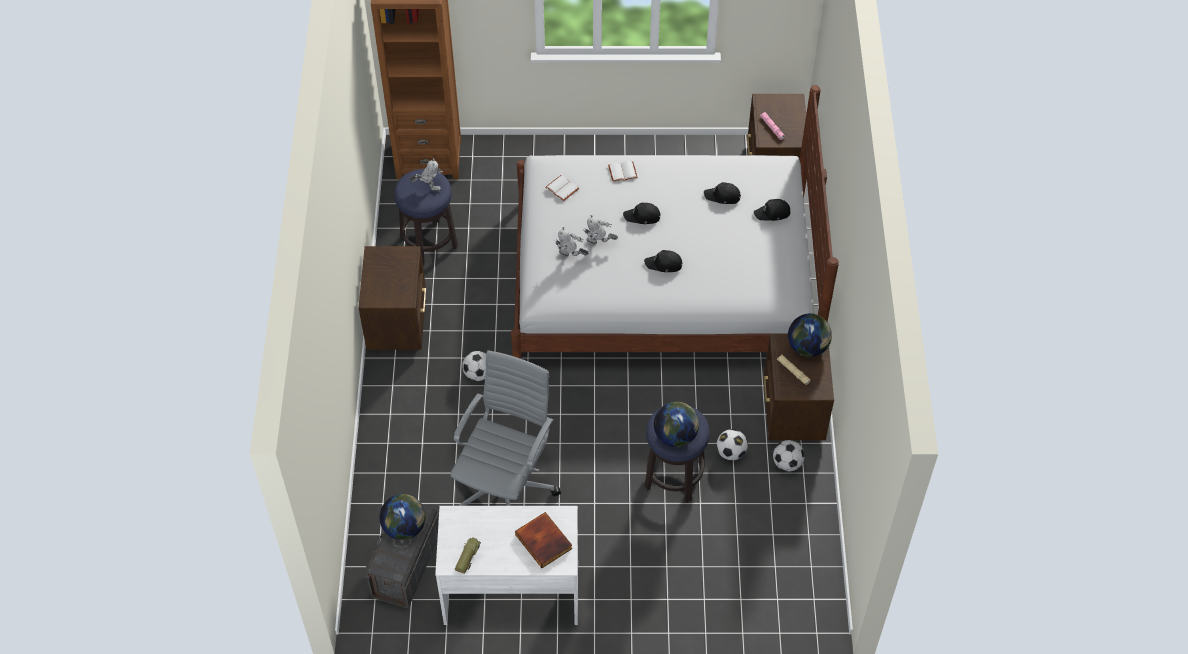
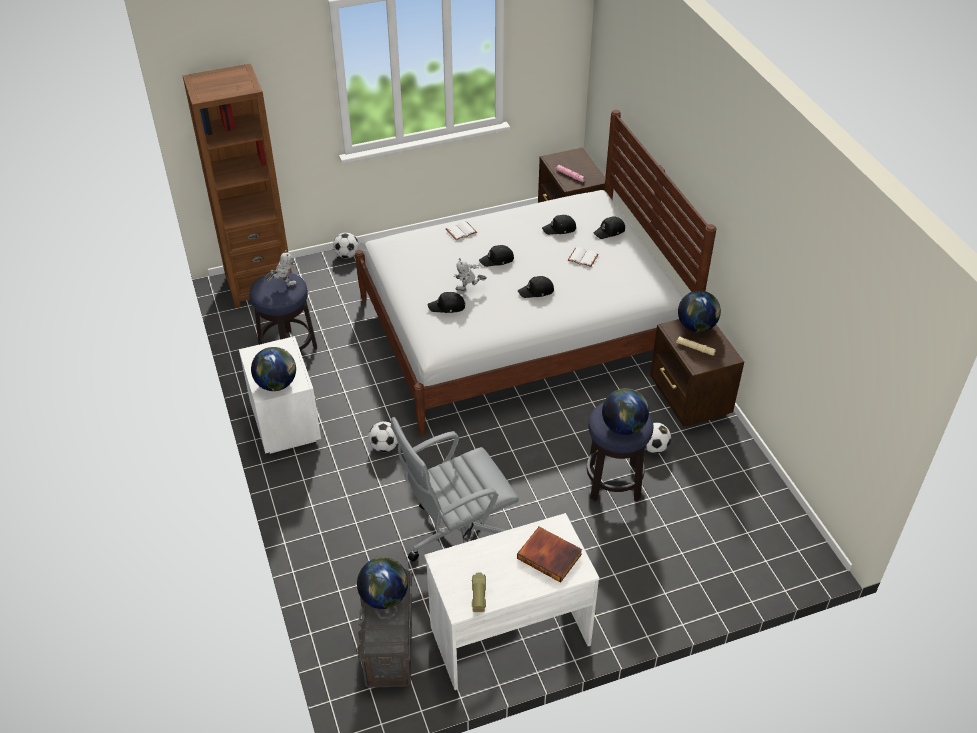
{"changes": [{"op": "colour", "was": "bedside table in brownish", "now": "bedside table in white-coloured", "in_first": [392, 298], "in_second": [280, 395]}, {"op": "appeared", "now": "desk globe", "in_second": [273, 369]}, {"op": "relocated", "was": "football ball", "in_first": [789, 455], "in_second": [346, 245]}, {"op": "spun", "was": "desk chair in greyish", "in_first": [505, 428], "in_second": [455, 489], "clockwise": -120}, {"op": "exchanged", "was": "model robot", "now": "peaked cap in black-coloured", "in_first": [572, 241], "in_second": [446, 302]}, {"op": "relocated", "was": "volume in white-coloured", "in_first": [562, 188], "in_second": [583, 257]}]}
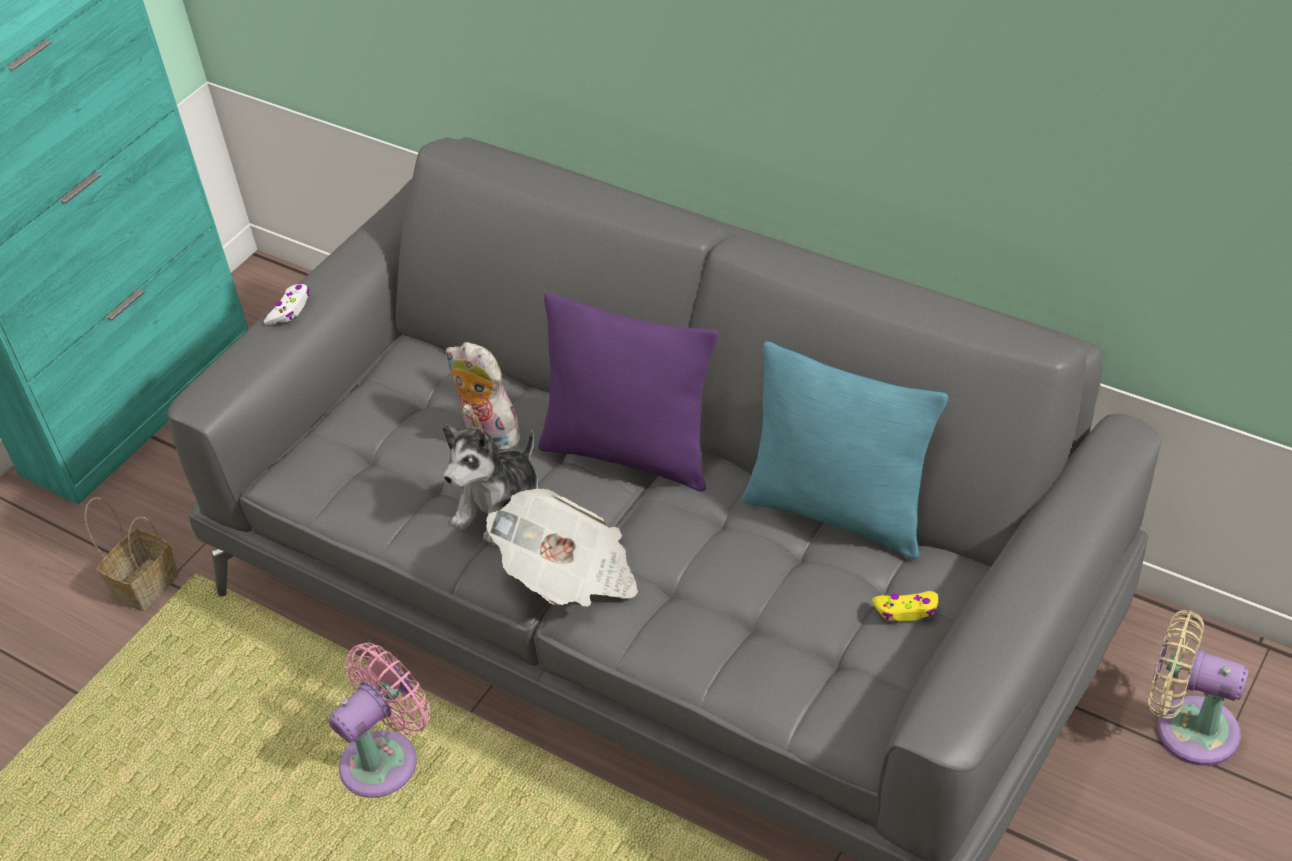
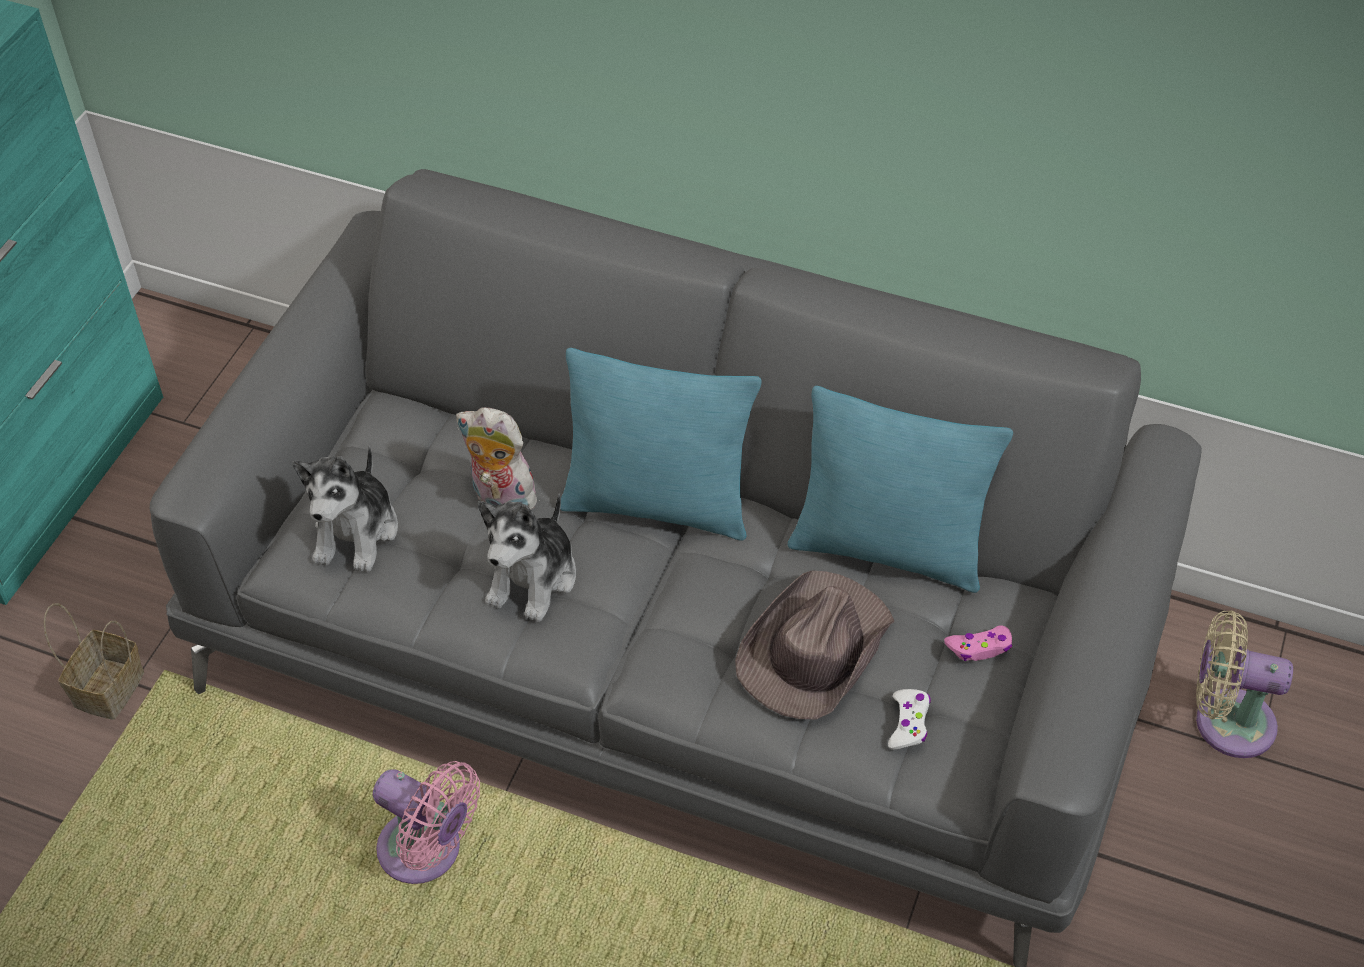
{"changes": [{"op": "appeared", "now": "plush toy", "in_second": [345, 509]}, {"op": "spun", "was": "electric fan in pink", "in_first": [380, 720], "in_second": [426, 822], "clockwise": 90}, {"op": "colour", "was": "throw pillow in purple", "now": "throw pillow in blue-green", "in_first": [628, 392], "in_second": [661, 444]}, {"op": "appeared", "now": "hat in brownish", "in_second": [815, 644]}, {"op": "relocated", "was": "game controller in white-coloured", "in_first": [287, 304], "in_second": [909, 719]}, {"op": "colour", "was": "game controller in yellowish", "now": "game controller in pink", "in_first": [905, 606], "in_second": [978, 643]}, {"op": "missing", "was": "newspaper", "in_first": [562, 548]}]}
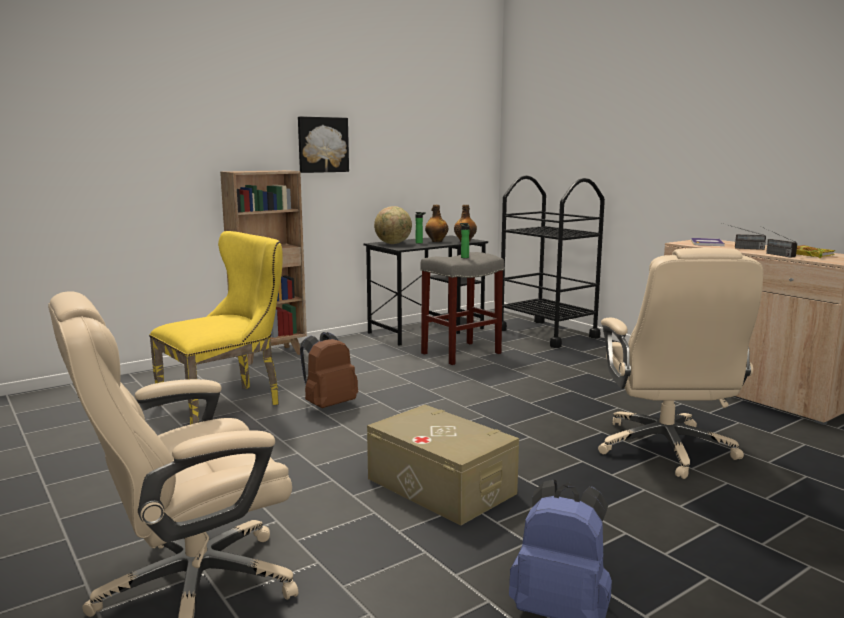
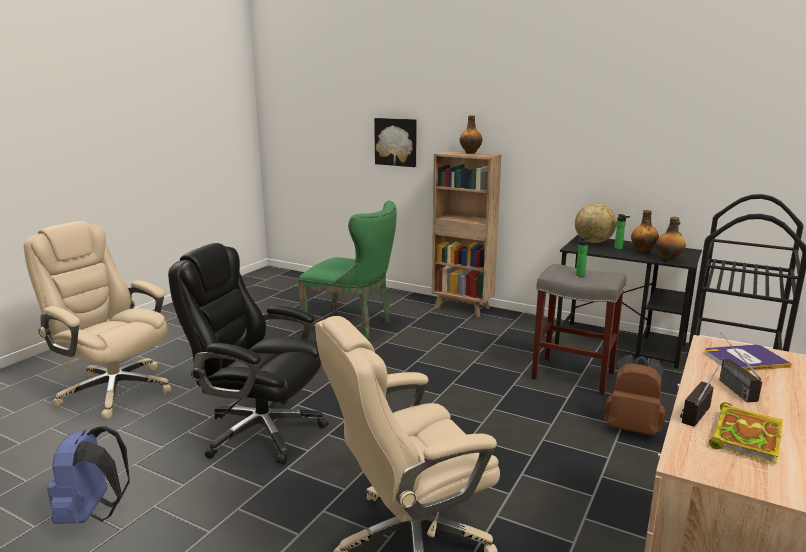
{"changes": [{"op": "exchanged", "was": "storage box in sand-coloured", "now": "desk chair in black-coloured", "in_first": [443, 465], "in_second": [248, 353]}, {"op": "colour", "was": "upright chair in yellowish", "now": "upright chair in green", "in_first": [216, 328], "in_second": [347, 270]}, {"op": "relocated", "was": "wall picture", "in_first": [323, 144], "in_second": [395, 142]}, {"op": "appeared", "now": "beverage bottle", "in_second": [471, 134]}, {"op": "relocated", "was": "rucksack in brownish", "in_first": [329, 370], "in_second": [634, 395]}]}
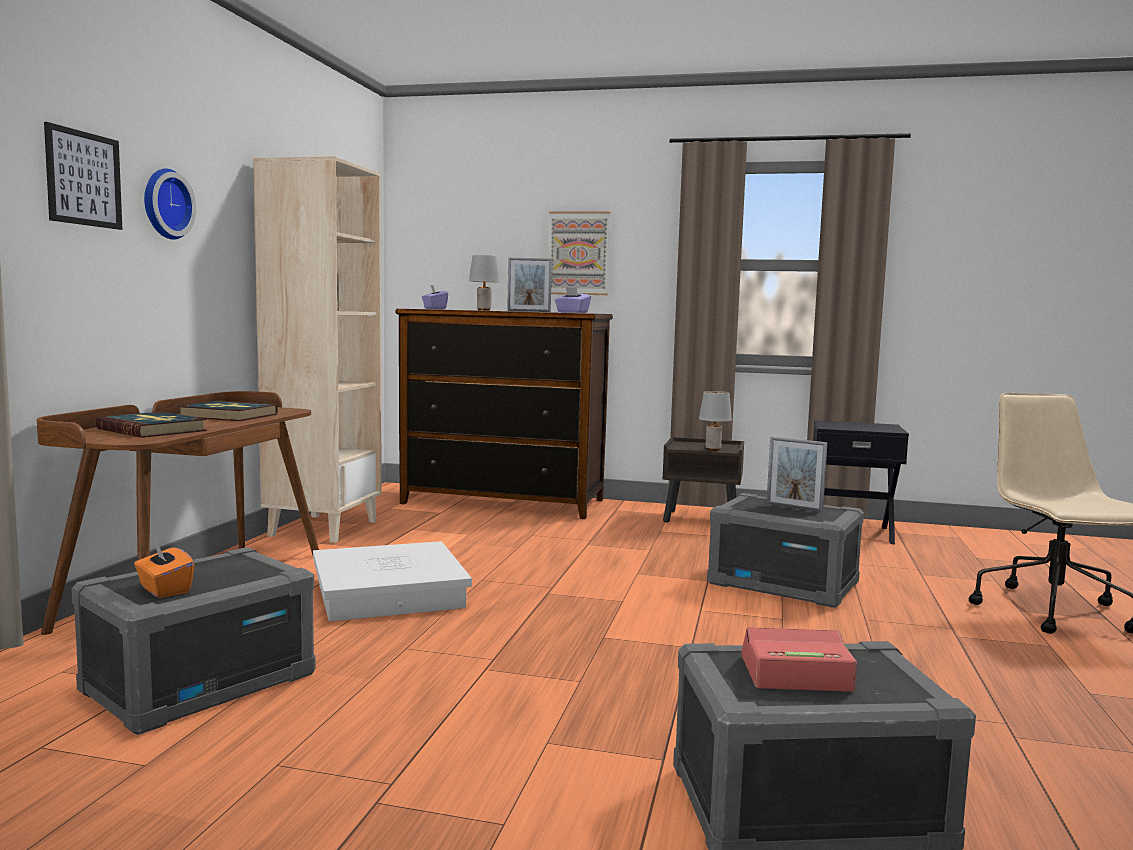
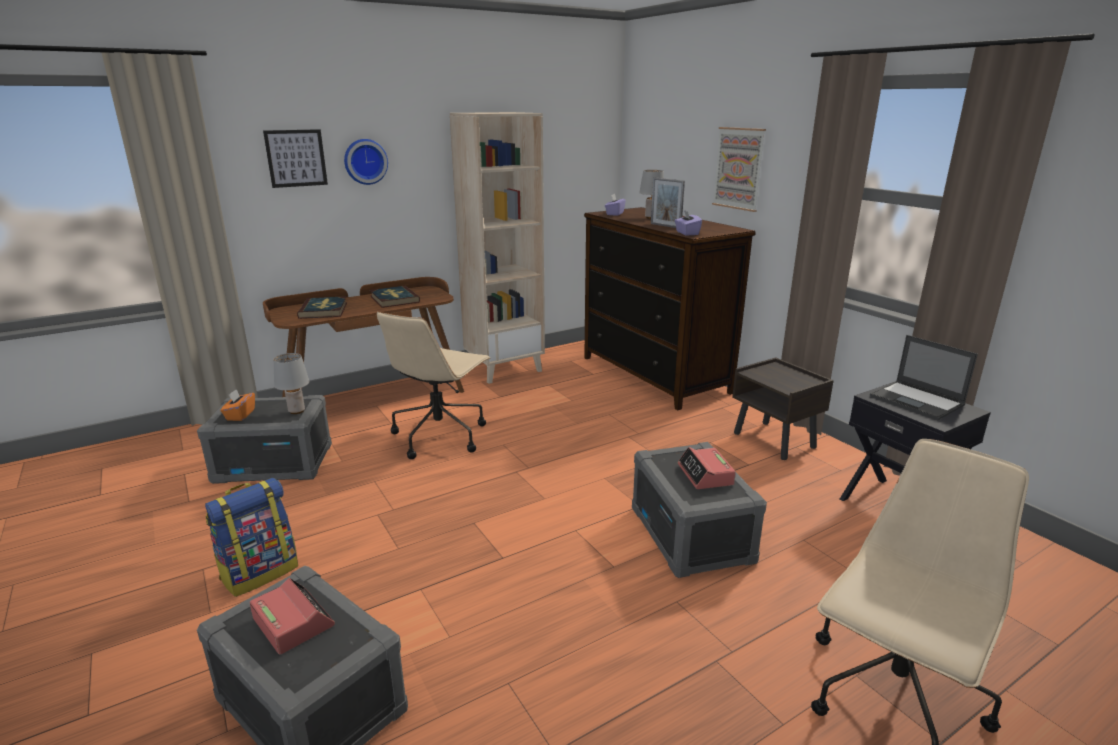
{"changes": [{"op": "appeared", "now": "rucksack", "in_second": [251, 537]}, {"op": "relocated", "was": "tabletop lamp in greyish", "in_first": [715, 421], "in_second": [291, 383]}, {"op": "exchanged", "was": "storage box in white-coloured", "now": "desk chair in sand-coloured", "in_first": [392, 581], "in_second": [434, 385]}, {"op": "exchanged", "was": "picture frame", "now": "alarm clock", "in_first": [797, 474], "in_second": [707, 468]}, {"op": "appeared", "now": "notebook computer", "in_second": [924, 378]}]}
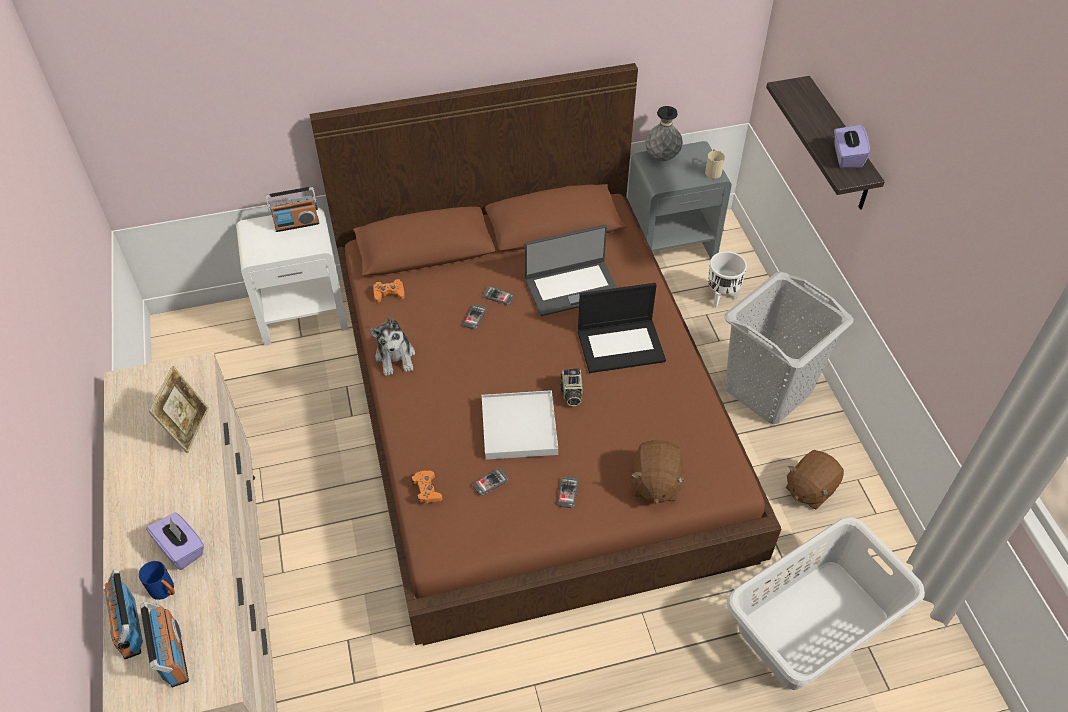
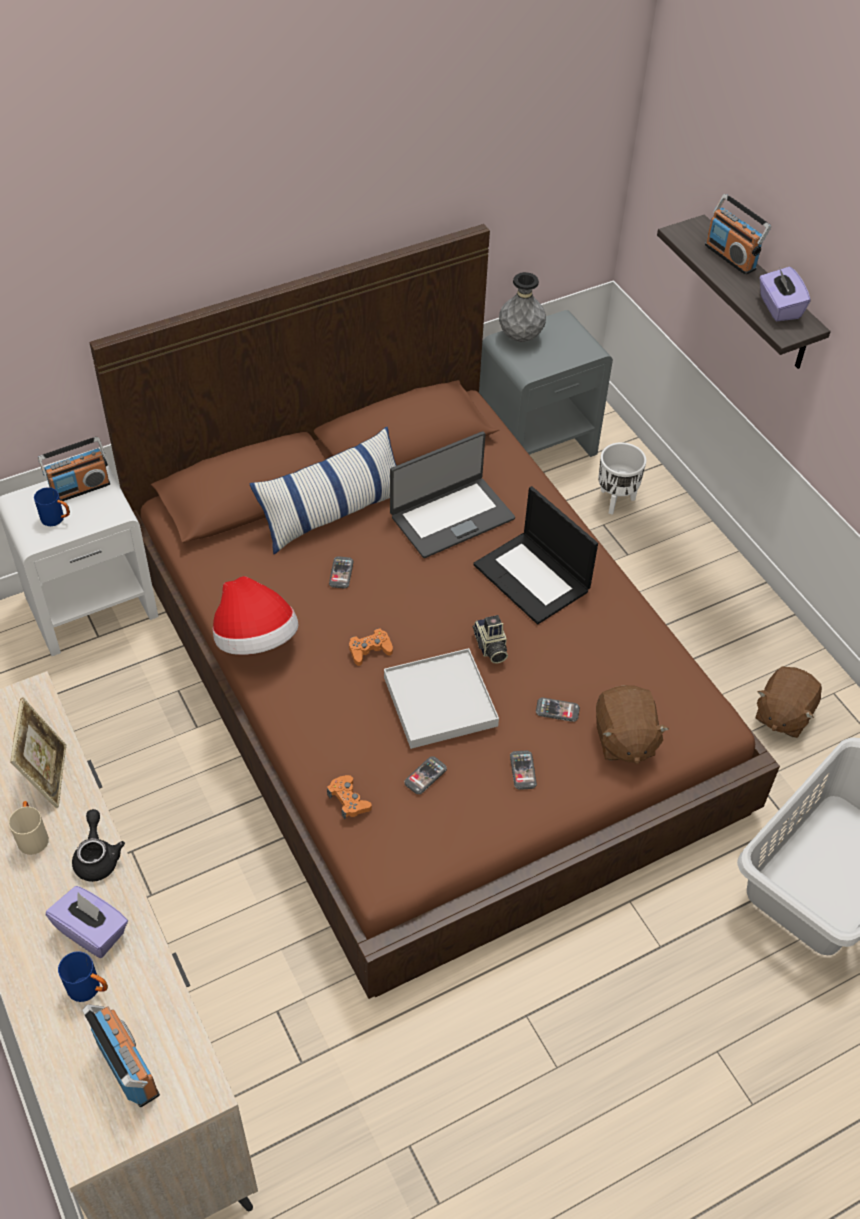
{"changes": [{"op": "relocated", "was": "coffee mug in sand-coloured", "in_first": [715, 164], "in_second": [29, 828]}, {"op": "appeared", "now": "coffee mug in blue", "in_second": [52, 506]}, {"op": "appeared", "now": "pot for tea in black-coloured", "in_second": [98, 845]}, {"op": "exchanged", "was": "plush toy", "now": "hat", "in_first": [392, 346], "in_second": [256, 615]}, {"op": "appeared", "now": "throw pillow", "in_second": [323, 490]}, {"op": "relocated", "was": "game controller in orange-coloured", "in_first": [389, 291], "in_second": [371, 647]}, {"op": "spun", "was": "notebook computer", "in_first": [622, 328], "in_second": [536, 555], "clockwise": 75}, {"op": "relocated", "was": "phone", "in_first": [498, 295], "in_second": [558, 709]}, {"op": "relocated", "was": "radio", "in_first": [124, 614], "in_second": [738, 234]}, {"op": "missing", "was": "laundry basket in greyish", "in_first": [789, 348]}]}
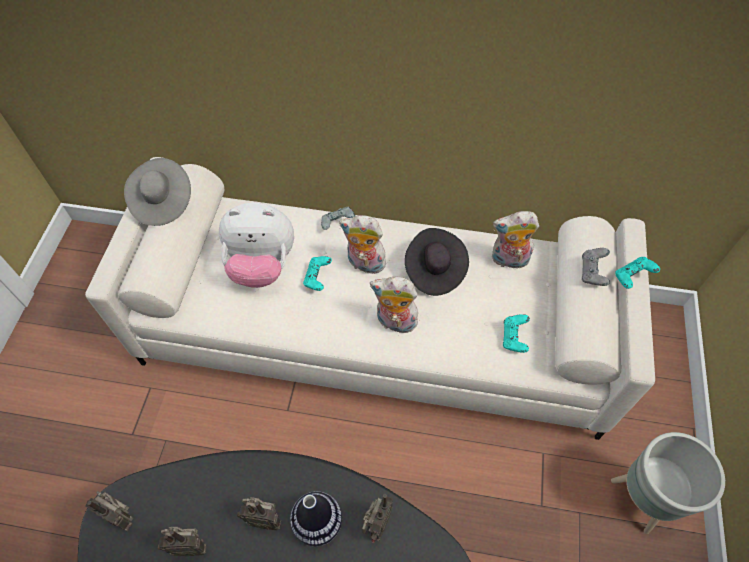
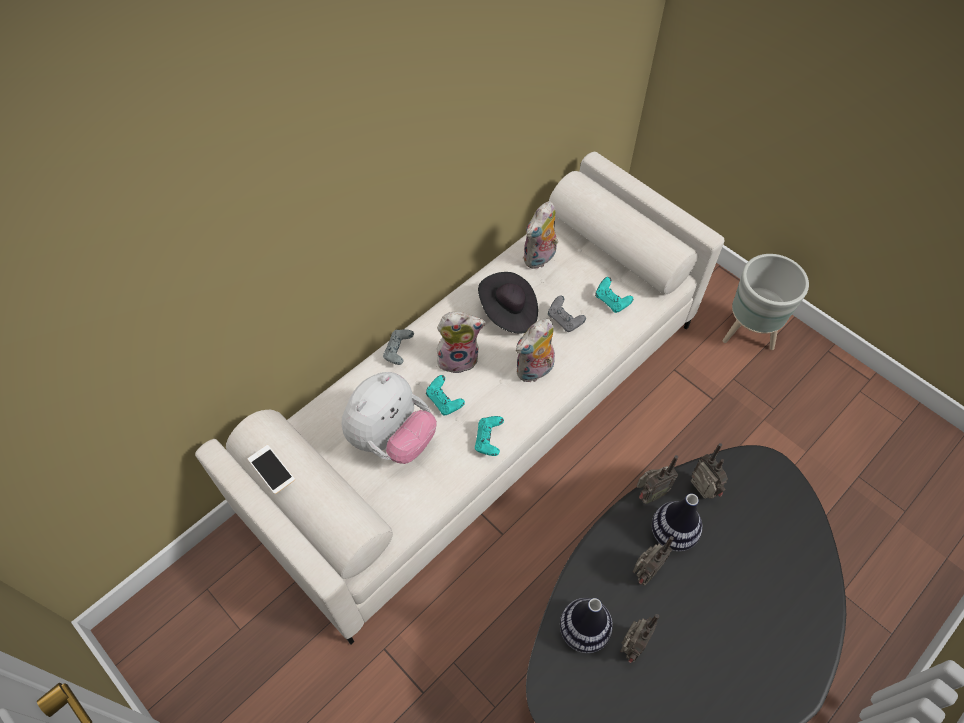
{"changes": [{"op": "exchanged", "was": "hat in greyish", "now": "phone", "in_first": [157, 192], "in_second": [271, 469]}, {"op": "spun", "was": "plush toy", "in_first": [363, 244], "in_second": [461, 342], "clockwise": -150}, {"op": "relocated", "was": "game controller in blue-green", "in_first": [637, 273], "in_second": [489, 436]}, {"op": "relocated", "was": "game controller in greyish", "in_first": [596, 267], "in_second": [567, 313]}, {"op": "appeared", "now": "vase", "in_second": [586, 625]}, {"op": "relocated", "was": "radio", "in_first": [109, 511], "in_second": [657, 479]}]}
